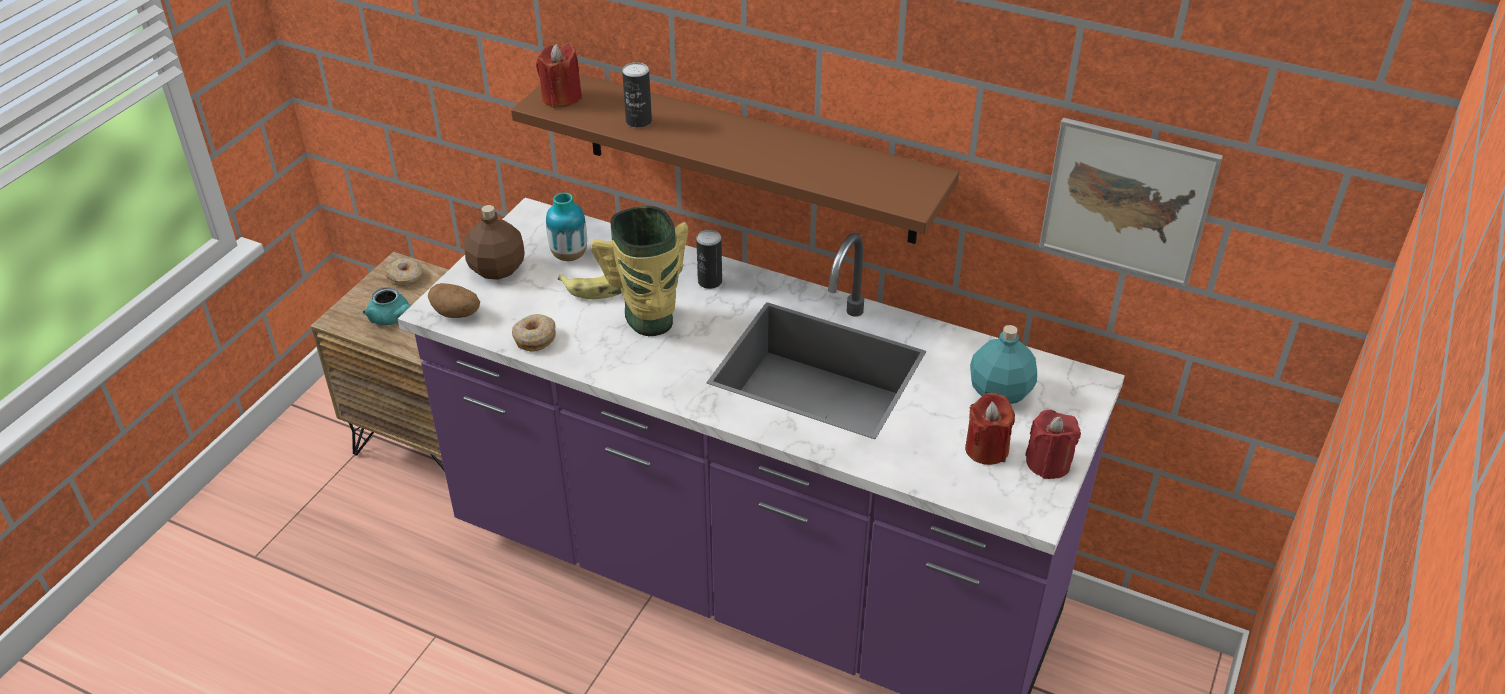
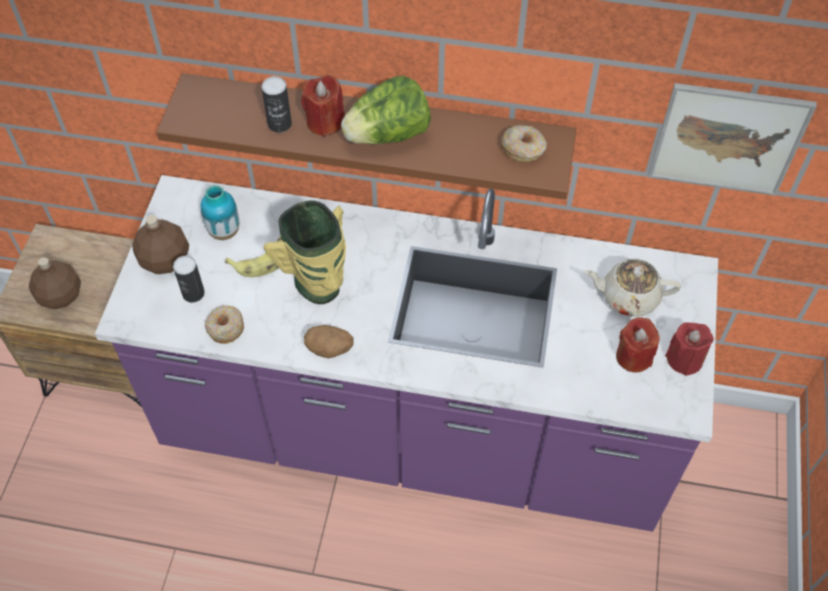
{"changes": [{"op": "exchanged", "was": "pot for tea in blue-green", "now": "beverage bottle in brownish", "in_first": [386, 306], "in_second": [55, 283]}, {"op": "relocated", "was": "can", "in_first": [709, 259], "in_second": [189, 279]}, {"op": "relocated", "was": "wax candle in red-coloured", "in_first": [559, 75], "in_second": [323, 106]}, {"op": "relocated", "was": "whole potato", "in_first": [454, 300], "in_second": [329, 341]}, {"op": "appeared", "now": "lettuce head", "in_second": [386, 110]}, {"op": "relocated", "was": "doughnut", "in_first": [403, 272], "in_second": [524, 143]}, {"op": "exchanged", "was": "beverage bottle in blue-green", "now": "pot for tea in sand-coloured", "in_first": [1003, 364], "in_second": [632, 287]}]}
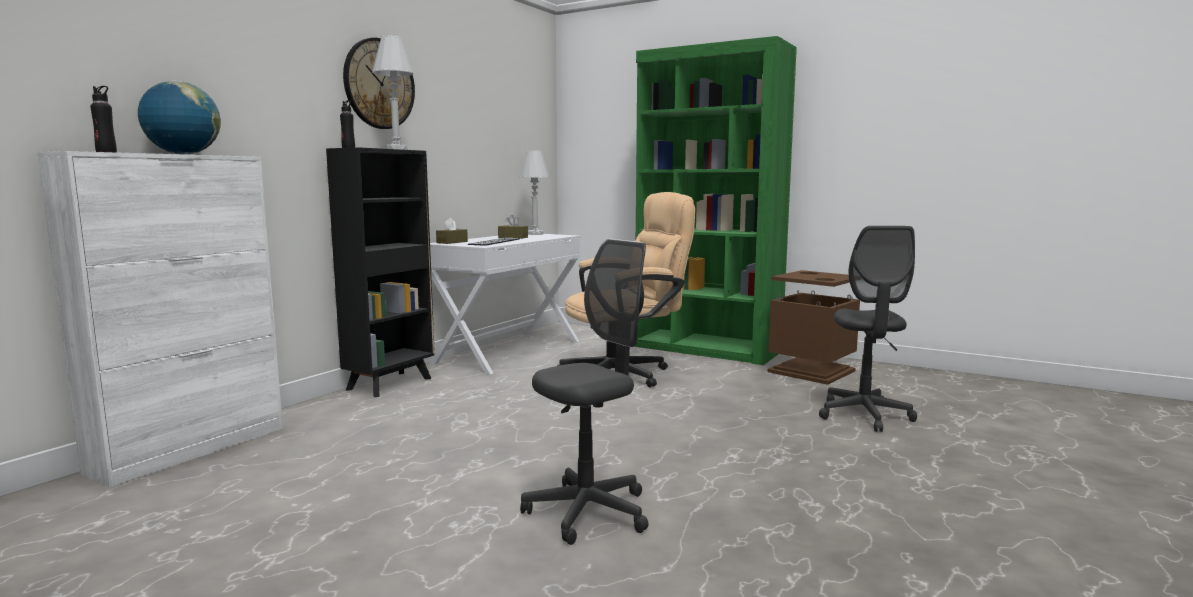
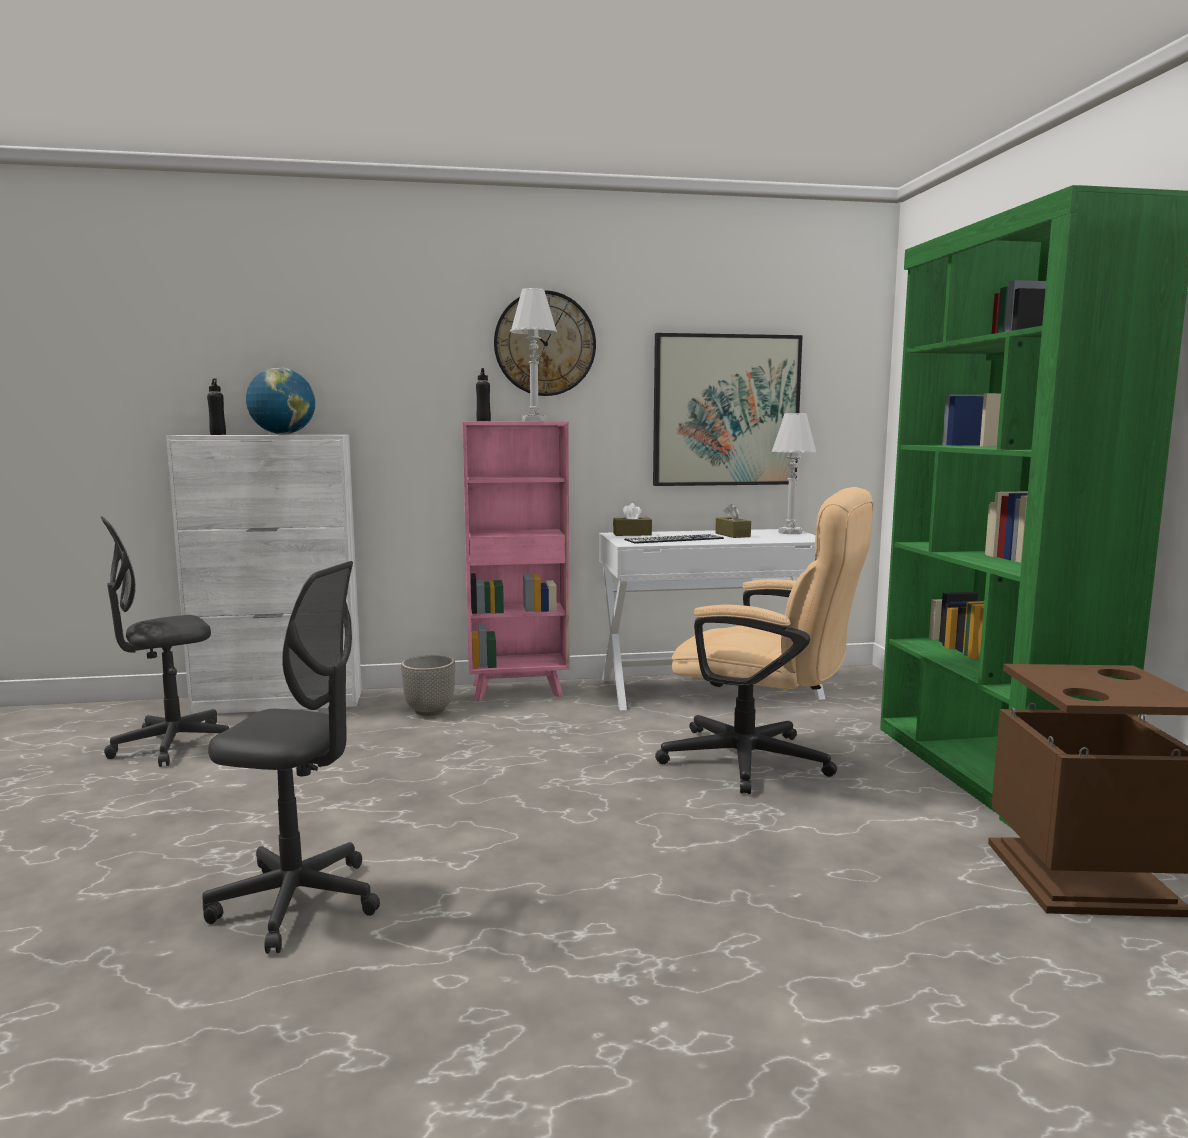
{"changes": [{"op": "relocated", "was": "desk chair in greyish", "in_first": [868, 329], "in_second": [165, 641]}, {"op": "appeared", "now": "flower pot", "in_second": [428, 685]}, {"op": "colour", "was": "shelving unit in black-coloured", "now": "shelving unit in pink", "in_first": [380, 272], "in_second": [516, 561]}, {"op": "appeared", "now": "wall picture", "in_second": [728, 409]}]}
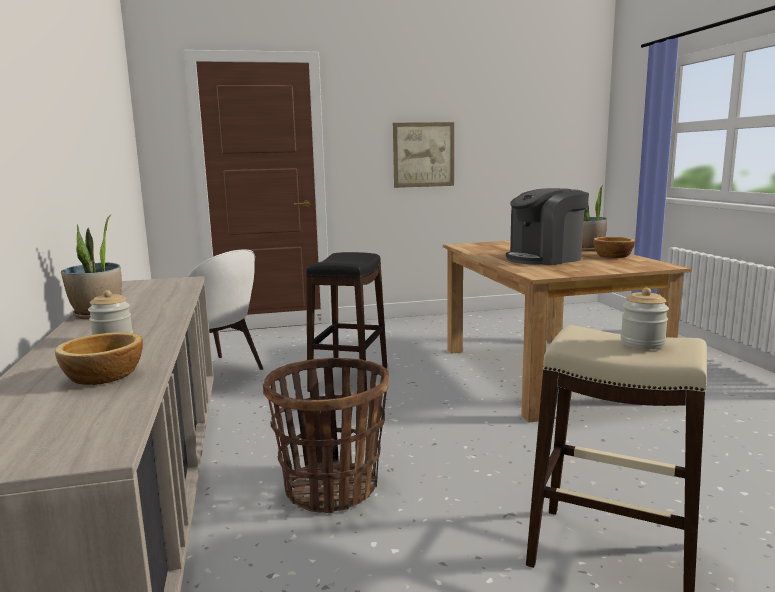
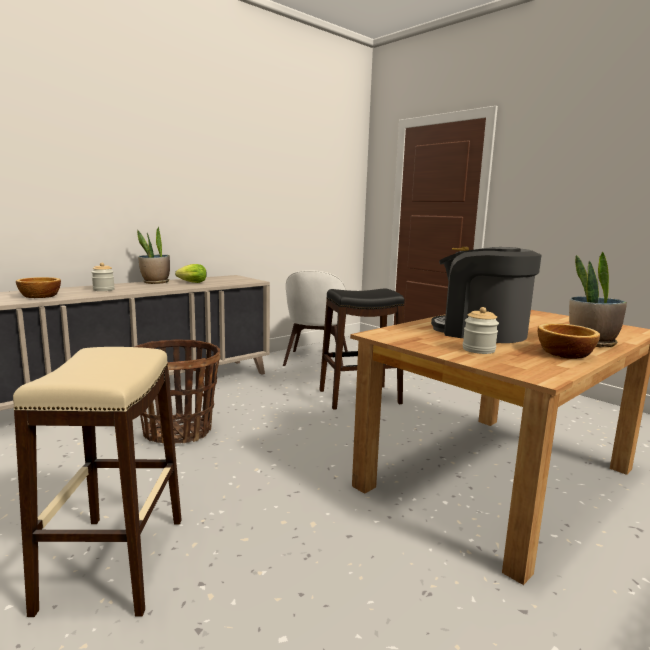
{"changes": [{"op": "appeared", "now": "lettuce head", "in_second": [191, 273]}, {"op": "relocated", "was": "preserve jar", "in_first": [644, 318], "in_second": [481, 330]}, {"op": "missing", "was": "wall picture", "in_first": [423, 155]}]}
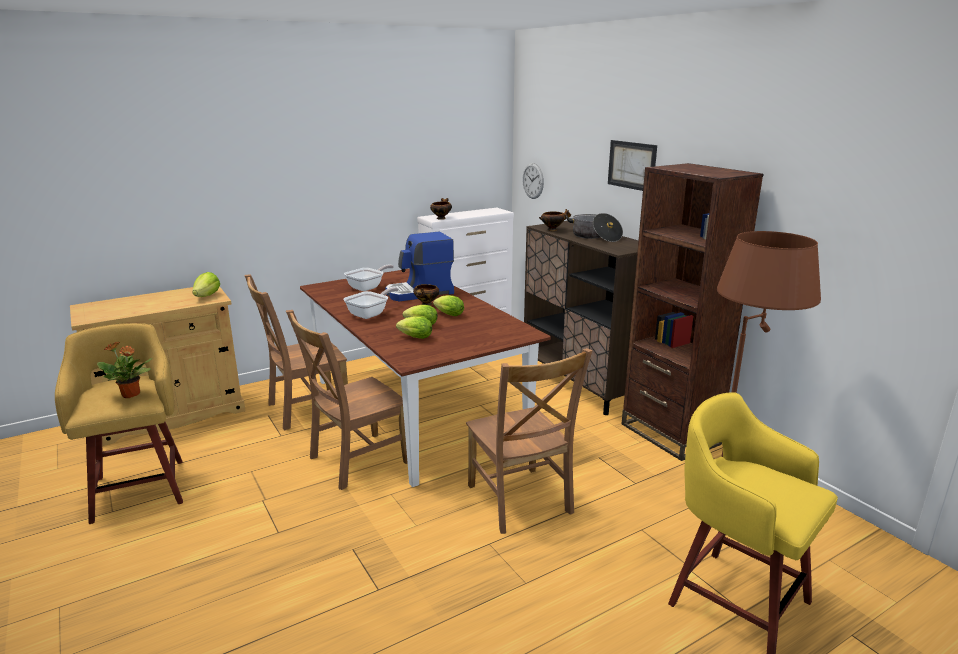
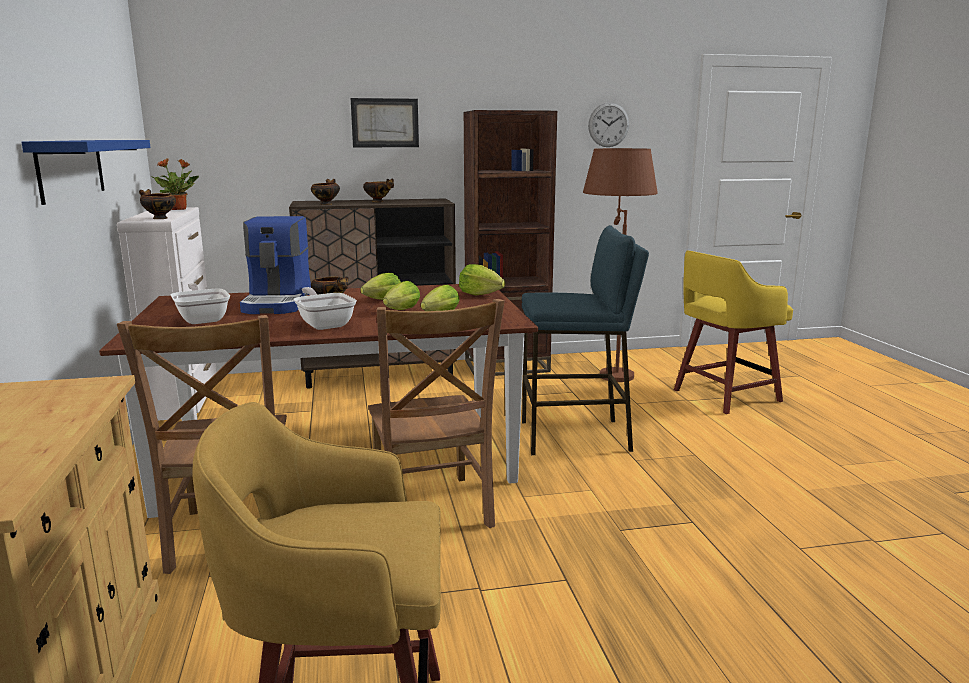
{"changes": [{"op": "appeared", "now": "wall shelf in blue", "in_second": [85, 172]}, {"op": "relocated", "was": "houseplant", "in_first": [124, 370], "in_second": [175, 184]}, {"op": "exchanged", "was": "stockpot", "now": "deep dish", "in_first": [594, 227], "in_second": [378, 190]}, {"op": "relocated", "was": "lettuce head", "in_first": [206, 284], "in_second": [482, 279]}, {"op": "exchanged", "was": "upright chair in brownish", "now": "stool seat in blue", "in_first": [529, 441], "in_second": [585, 340]}, {"op": "relocated", "was": "clock on the wall", "in_first": [533, 181], "in_second": [608, 124]}]}
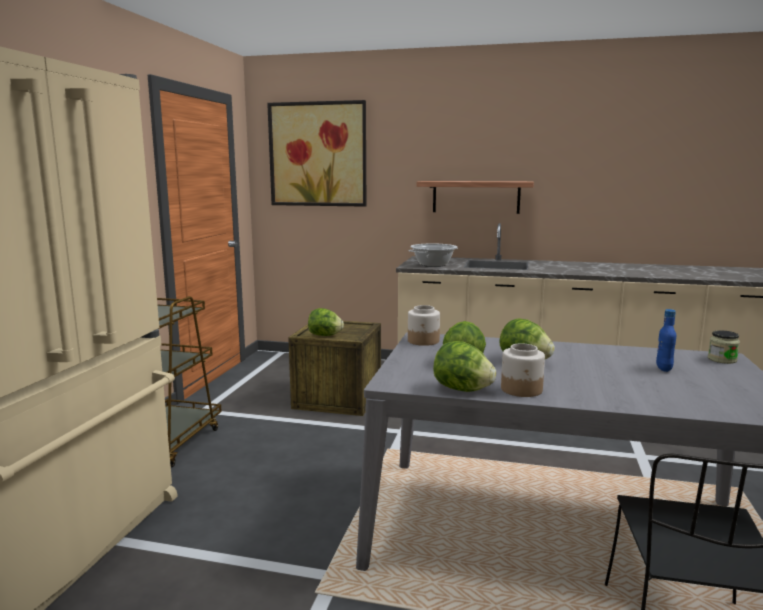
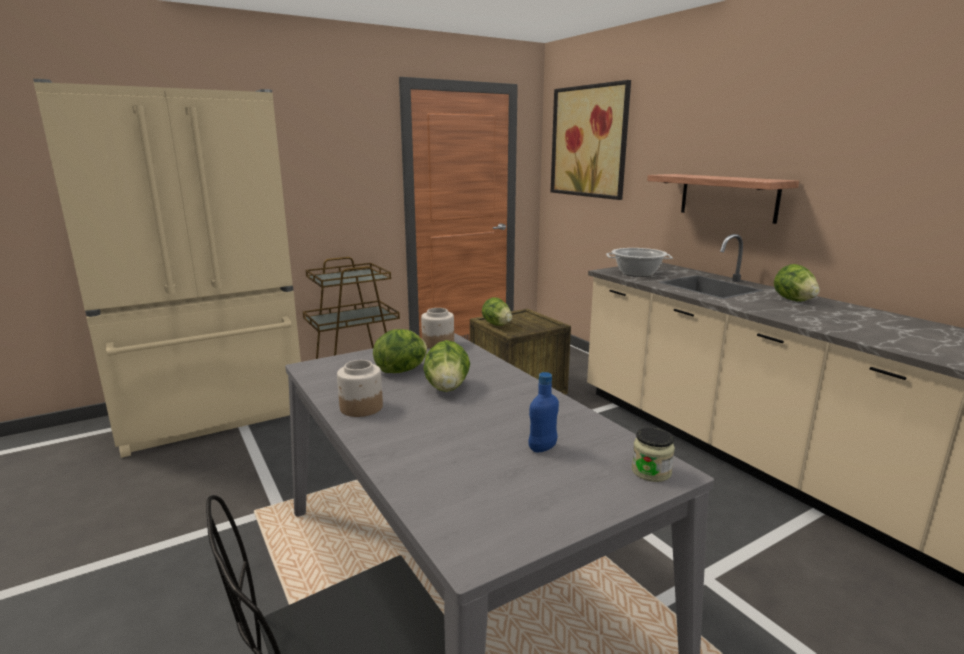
{"changes": [{"op": "relocated", "was": "lettuce head", "in_first": [464, 366], "in_second": [797, 283]}]}
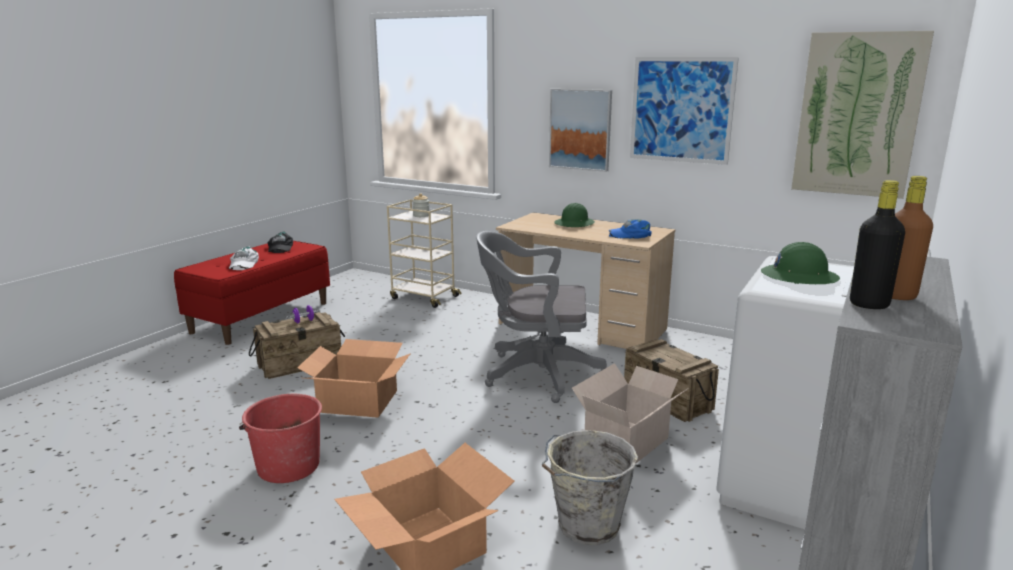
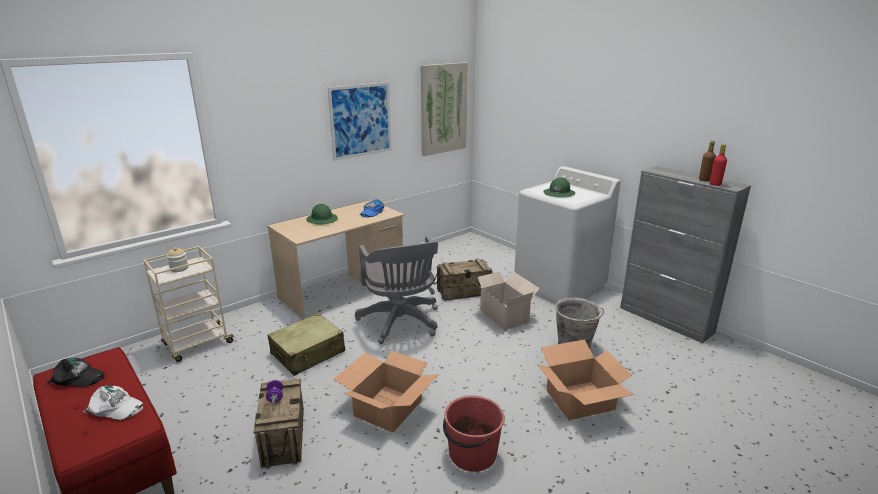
{"changes": [{"op": "appeared", "now": "piece of luggage in sand-coloured", "in_second": [306, 344]}, {"op": "spun", "was": "desk chair in greyish", "in_first": [541, 317], "in_second": [396, 290], "clockwise": -45}, {"op": "colour", "was": "beverage bottle in black-coloured", "now": "beverage bottle in red-coloured", "in_first": [877, 244], "in_second": [718, 165]}, {"op": "missing", "was": "wall picture", "in_first": [580, 130]}]}
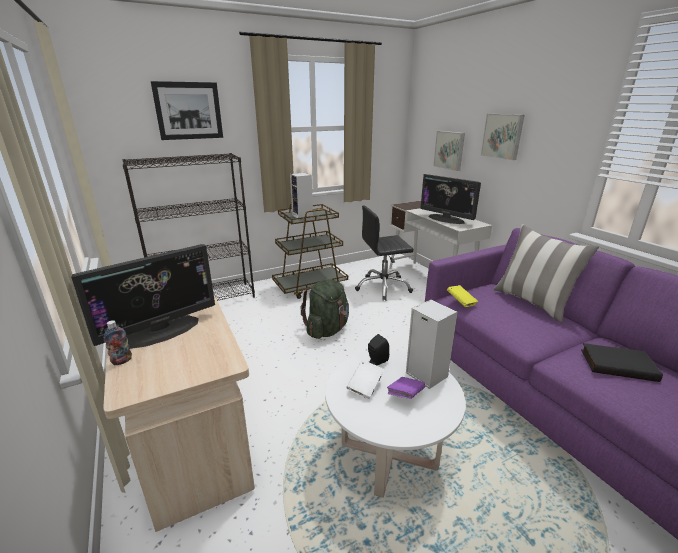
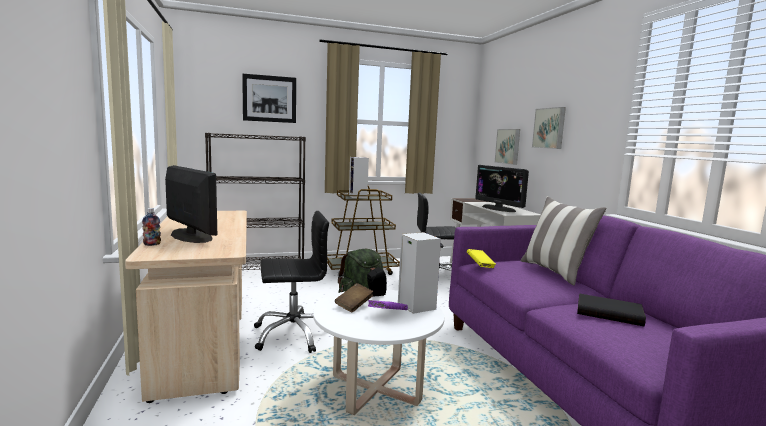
{"changes": [{"op": "spun", "was": "computer display", "in_first": [143, 296], "in_second": [191, 204], "clockwise": -105}, {"op": "appeared", "now": "desk chair in black-coloured", "in_second": [291, 282]}, {"op": "colour", "was": "volume in white-coloured", "now": "volume in brownish", "in_first": [365, 379], "in_second": [354, 298]}]}
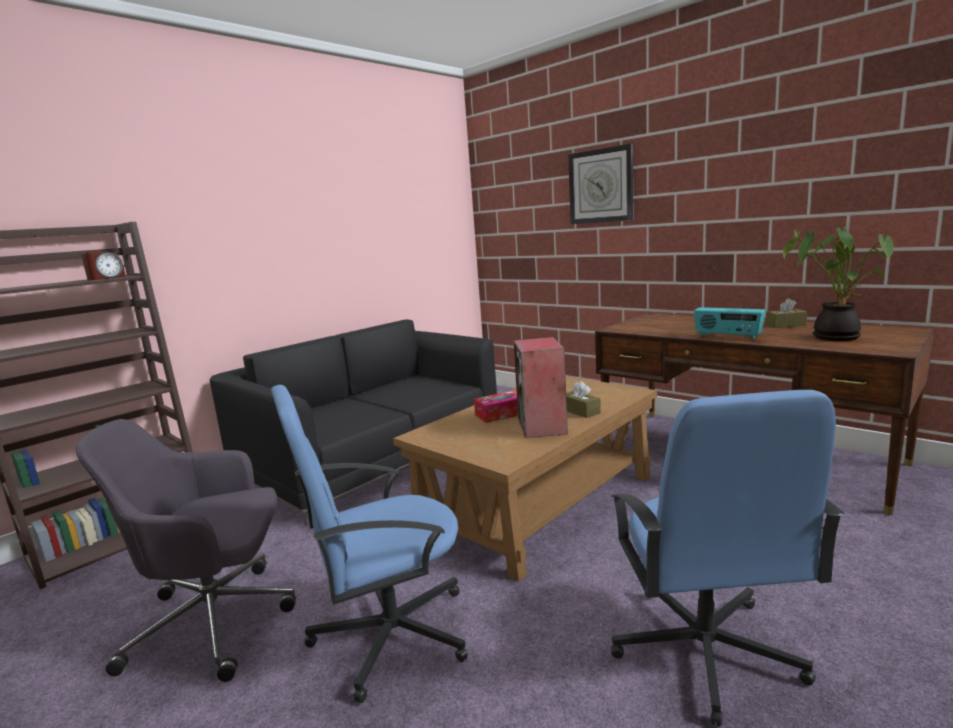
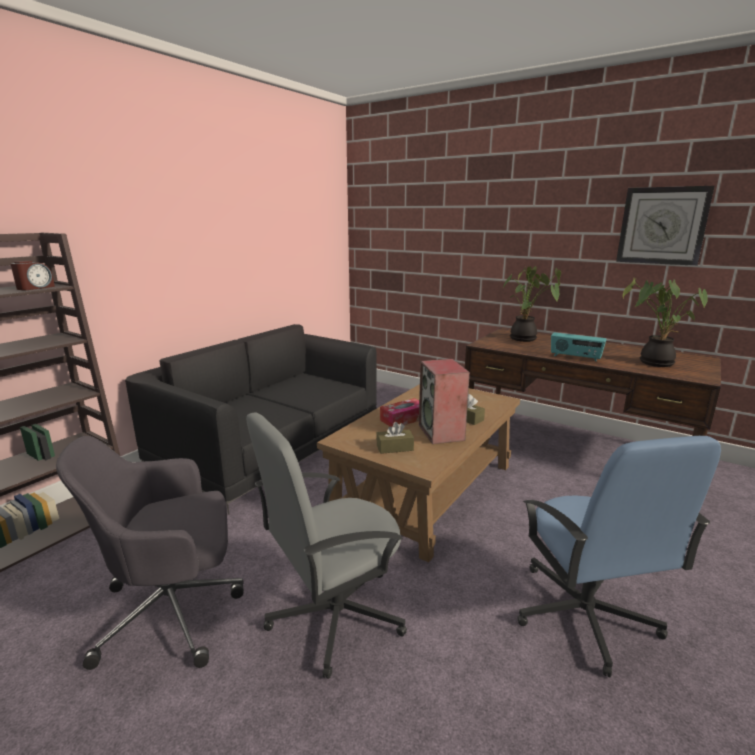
{"changes": [{"op": "colour", "was": "desk chair in blue", "now": "desk chair in greyish", "in_first": [369, 544], "in_second": [326, 545]}, {"op": "relocated", "was": "box of tissues in brownish", "in_first": [786, 313], "in_second": [395, 438]}, {"op": "appeared", "now": "houseplant", "in_second": [531, 304]}, {"op": "relocated", "was": "clock on the wall", "in_first": [600, 184], "in_second": [665, 226]}]}
